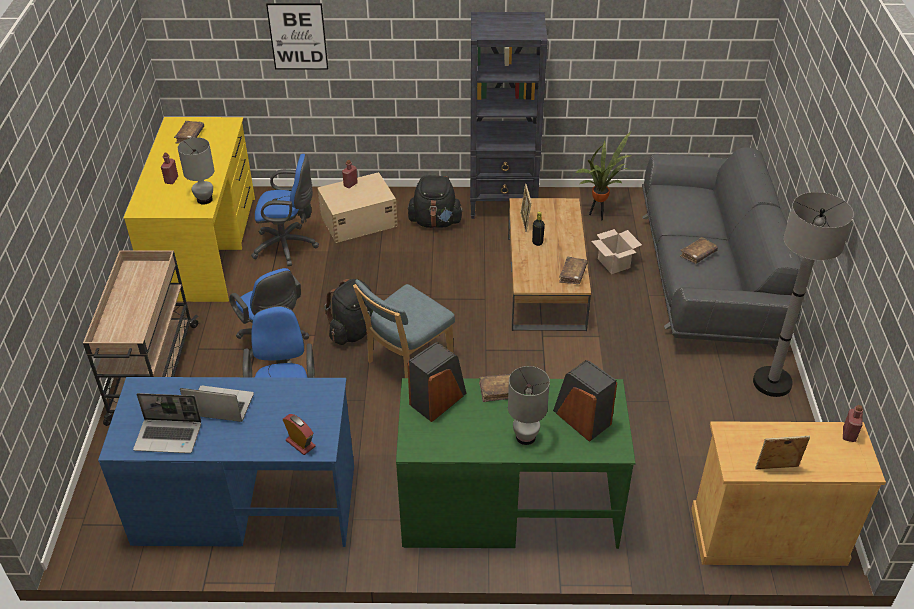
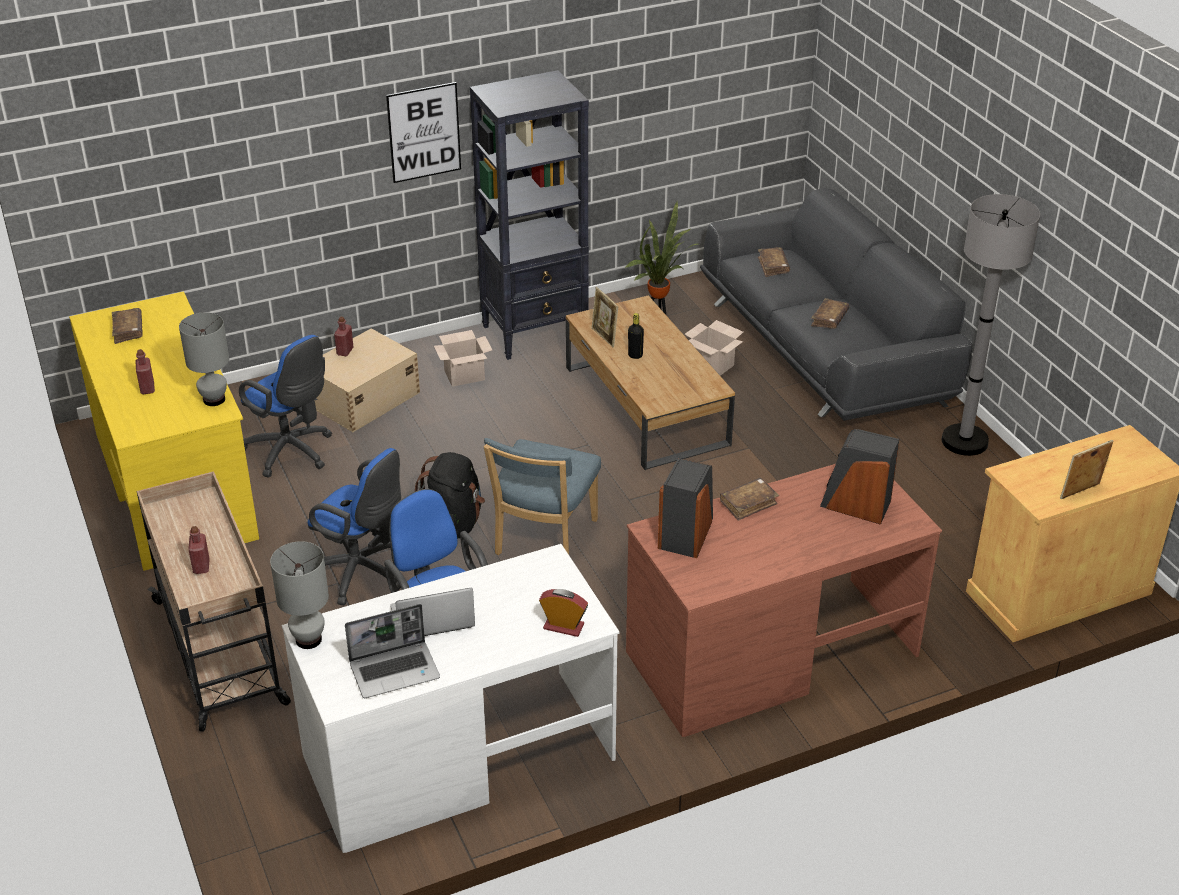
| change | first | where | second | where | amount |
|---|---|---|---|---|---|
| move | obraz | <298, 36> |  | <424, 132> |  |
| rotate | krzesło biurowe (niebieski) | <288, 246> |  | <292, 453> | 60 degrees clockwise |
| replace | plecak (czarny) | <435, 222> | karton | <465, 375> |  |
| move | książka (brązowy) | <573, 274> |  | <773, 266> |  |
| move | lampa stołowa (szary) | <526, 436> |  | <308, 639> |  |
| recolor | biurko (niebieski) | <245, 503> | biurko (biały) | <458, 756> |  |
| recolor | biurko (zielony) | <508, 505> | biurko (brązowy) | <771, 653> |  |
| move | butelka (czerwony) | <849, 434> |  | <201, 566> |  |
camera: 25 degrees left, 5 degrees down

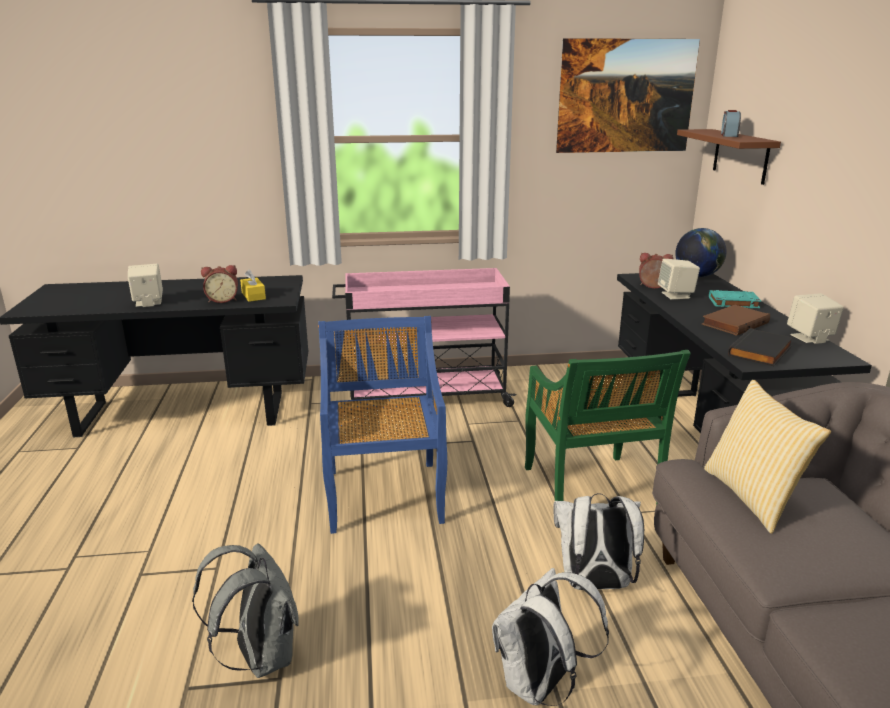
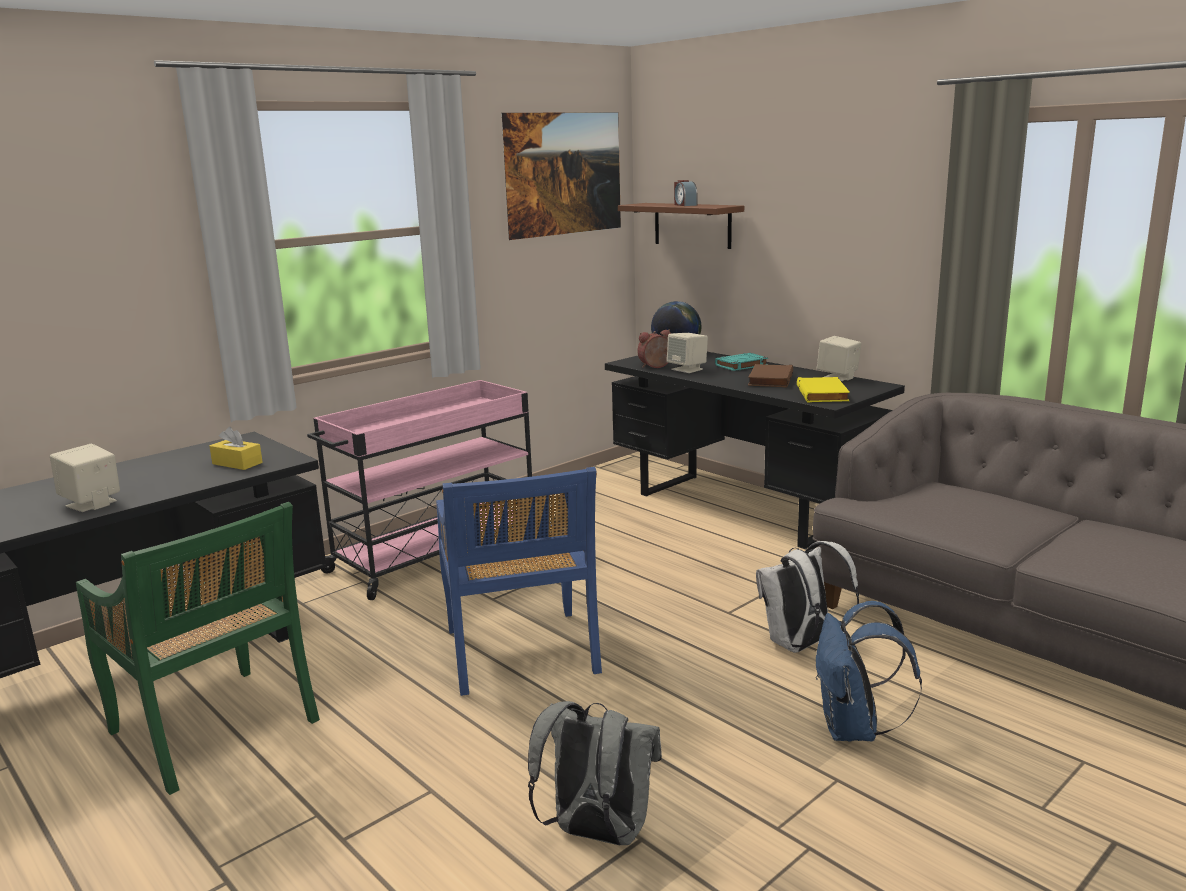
| change | first | where | second | where | amount |
|---|---|---|---|---|---|
| delete | budzik | <222, 300> |  |  |  |
| rotate | krzesło (niebieski) | <384, 494> |  | <521, 653> | 150 degrees counterclockwise |
| recolor | książka (czarny) | <761, 352> | książka (żółty) | <824, 394> |  |
| move | krzesło (zielony) | <591, 491> |  | <215, 729> |  |
| delete | poduszka | <753, 497> |  |  |  |
| recolor | plecak (biały) | <540, 685> | plecak (niebieski) | <854, 730> |  |
camera: 35 degrees left, 5 degrees down

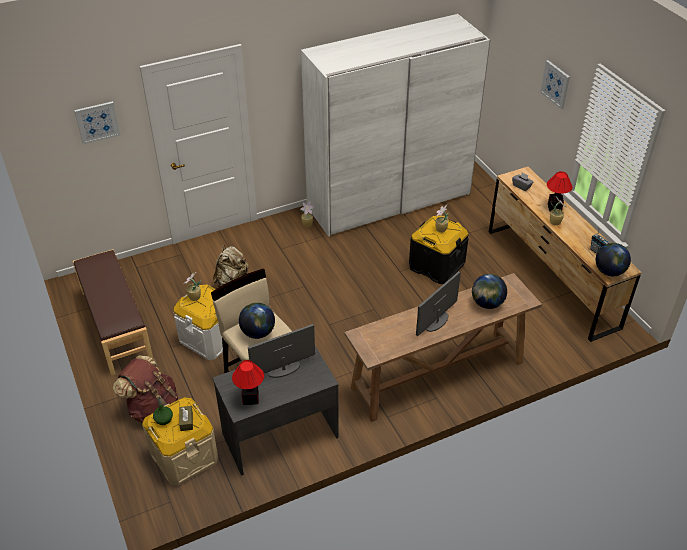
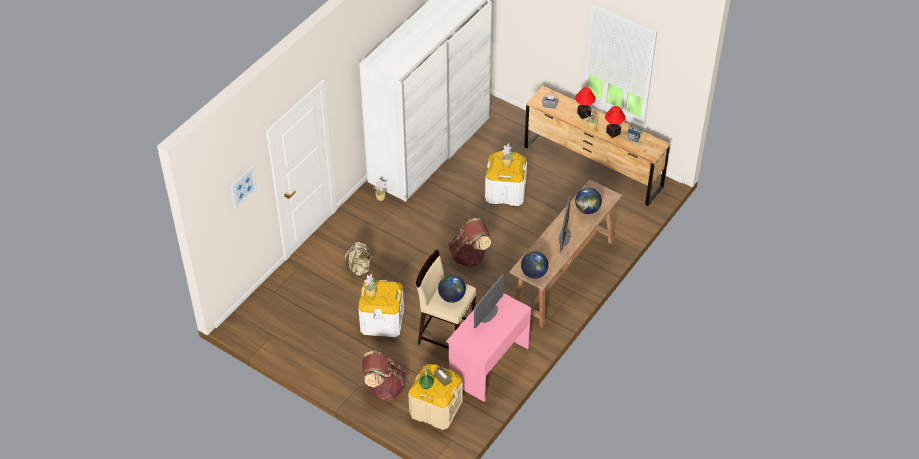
| change | first | where | second | where | amount |
|---|---|---|---|---|---|
| delete | obraz | <555, 84> |  |  |  |
| recolor | pojemnik do przechowywania (czarny) | <436, 266> | pojemnik do przechowywania (biały) | <505, 192> |  |
| move | globus | <609, 271> |  | <534, 273> |  |
| delete | ławka (brązowy) | <115, 326> |  |  |  |
| recolor | biurko (szary) | <279, 435> | biurko (różowy) | <488, 364> |  |
| move | lampa stołowa | <250, 399> |  | <613, 133> |  |
| insert |  |  | plecak (brązowy) | <469, 256> |  |
camera: 30 degrees left, 5 degrees up

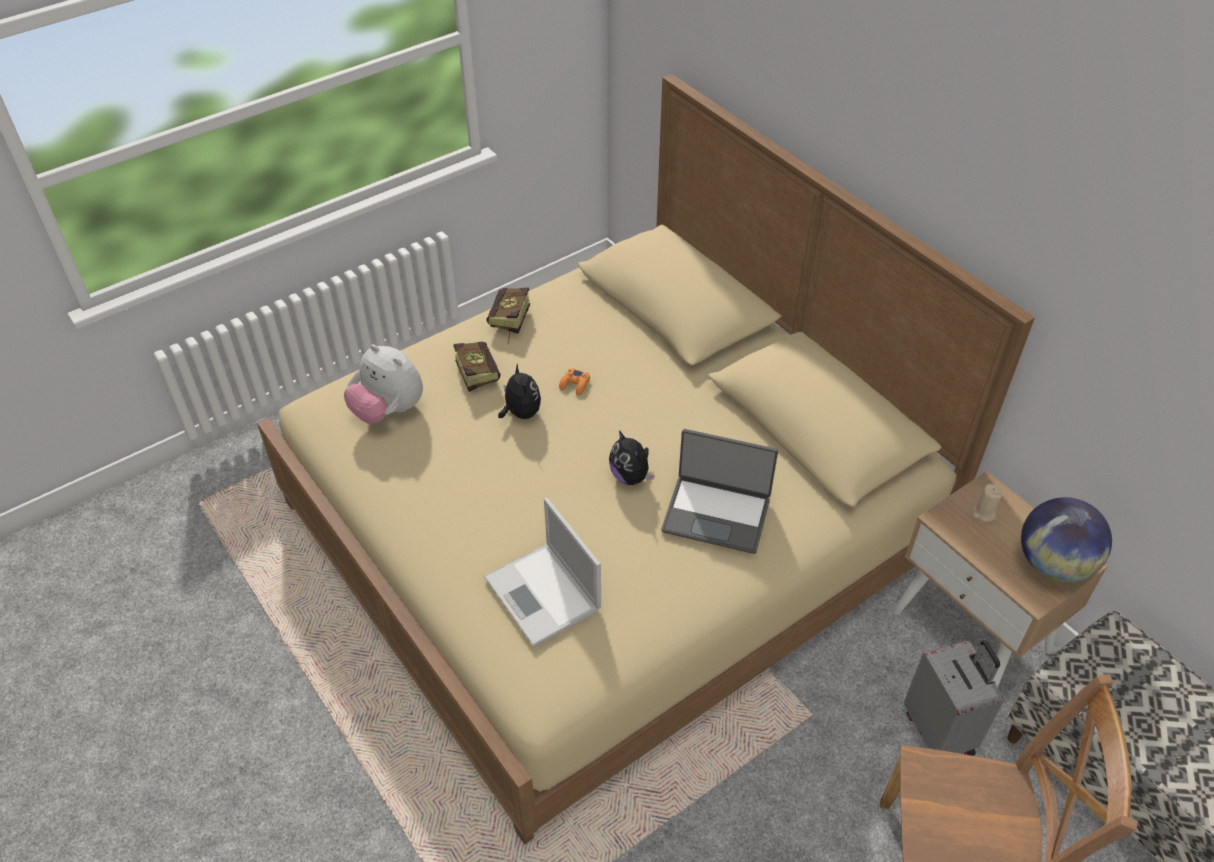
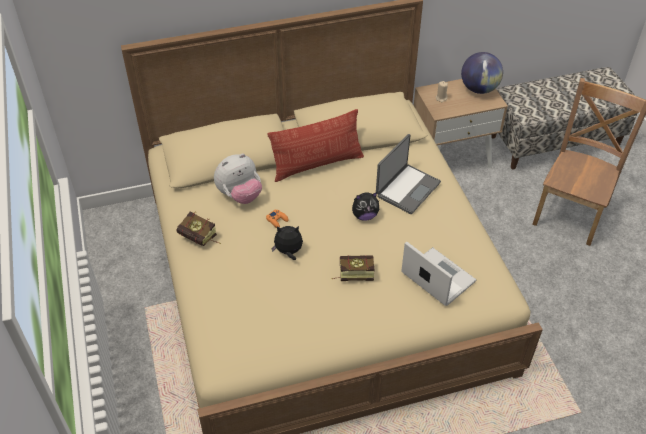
| change | first | where | second | where | amount |
|---|---|---|---|---|---|
| move | książka | <476, 372> |  | <352, 274> |  |
| move | pluszak | <388, 411> |  | <240, 195> |  |
| rotate | laptop | <544, 595> |  | <437, 276> | 120 degrees counterclockwise |
| delete | walizka (szary) | <940, 732> |  |  |  |
| insert |  |  | poduszka | <317, 164> |  |
camera: 70 degrees left, 0 degrees up

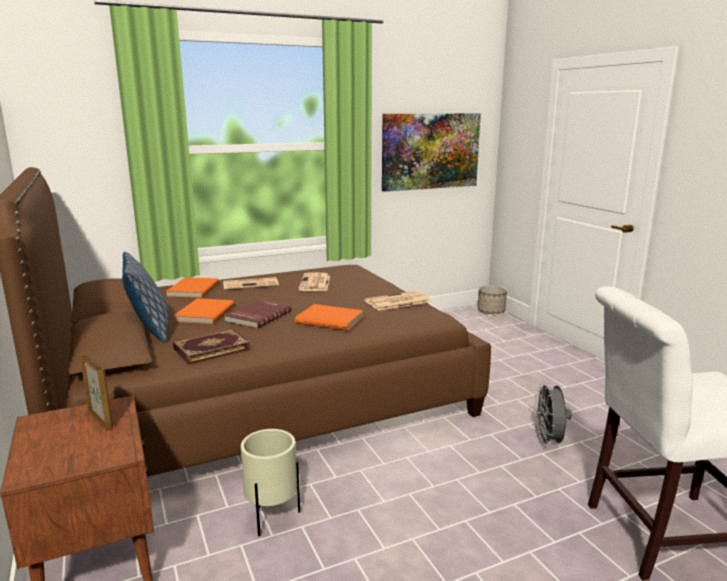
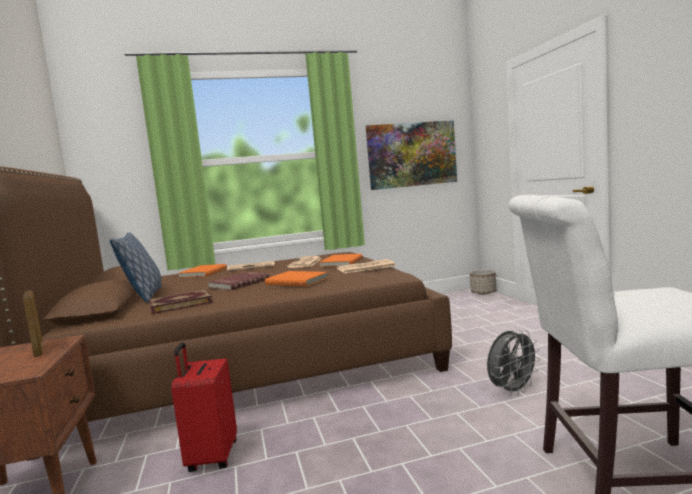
| change | first | where | second | where | amount |
|---|---|---|---|---|---|
| move | książka (pomarańczowy) | <203, 313> |  | <340, 262> |  |
| rotate | wentylator (szary) | <548, 441> |  | <512, 391> | 135 degrees counterclockwise |
| replace | donica (beżowy) | <272, 517> | walizka (czerwony) | <211, 457> |  |
camera: 10 degrees right, 10 degrees down

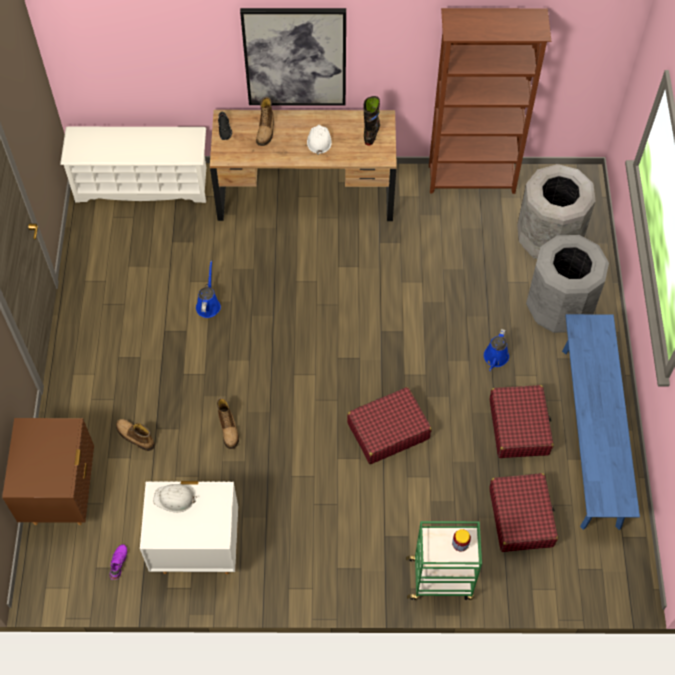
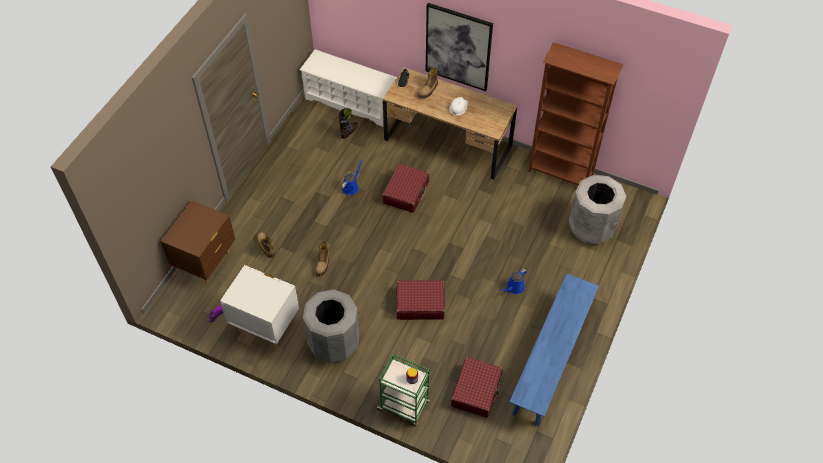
| change | first | where | second | where | amount |
|---|---|---|---|---|---|
| move | but z cholewką (czarny) | <371, 132> |  | <349, 132> |  |
| move | kosz na śmieci (szary) | <559, 309> |  | <334, 343> |  |
| move | walizka (czerwony) | <519, 426> |  | <406, 192> |  |
| delete | kask (biały) | <174, 499> |  |  |  |
camera: 25 degrees right, 5 degrees down

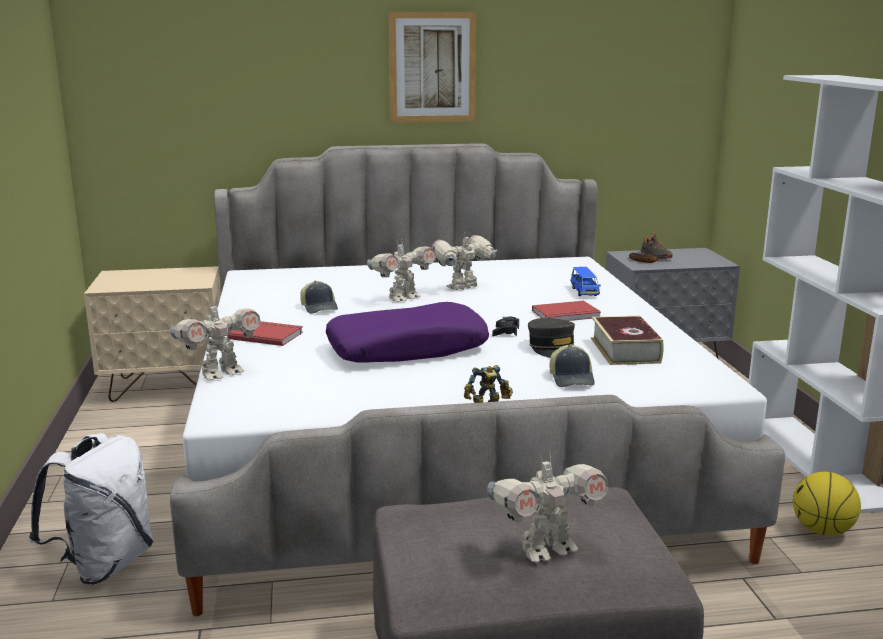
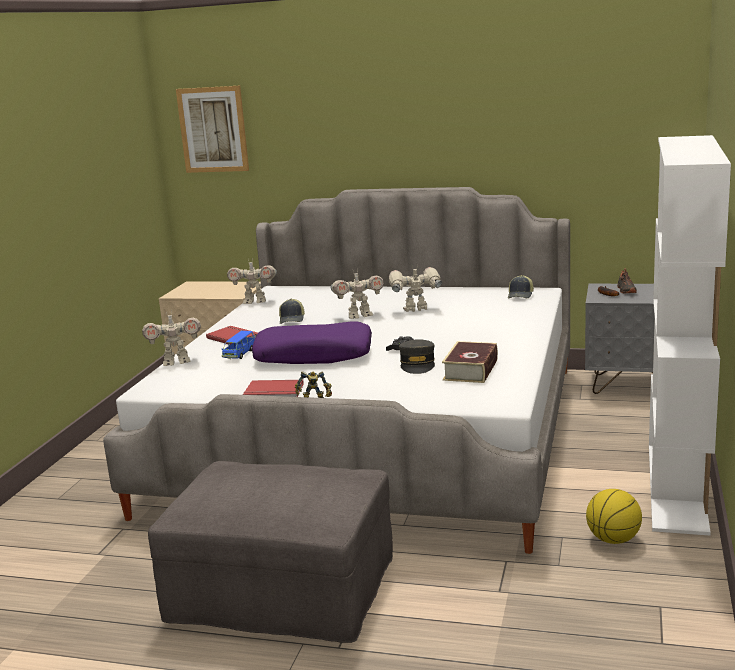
| change | first | where | second | where | amount |
|---|---|---|---|---|---|
| move | obraz | <432, 67> |  | <213, 129> |  |
| move | samochodzik (niebieski) | <584, 292> |  | <239, 354> |  |
| move | książka (czerwony) | <567, 315> |  | <273, 393> |  |
| move | czapka z daszkiem | <572, 379> |  | <521, 295> |  |
| delete | plecak (biały) | <104, 564> |  |  |  |
| move | robot zabawkowy | <546, 549> |  | <255, 302> |  |
camera: 25 degrees right, 0 degrees up

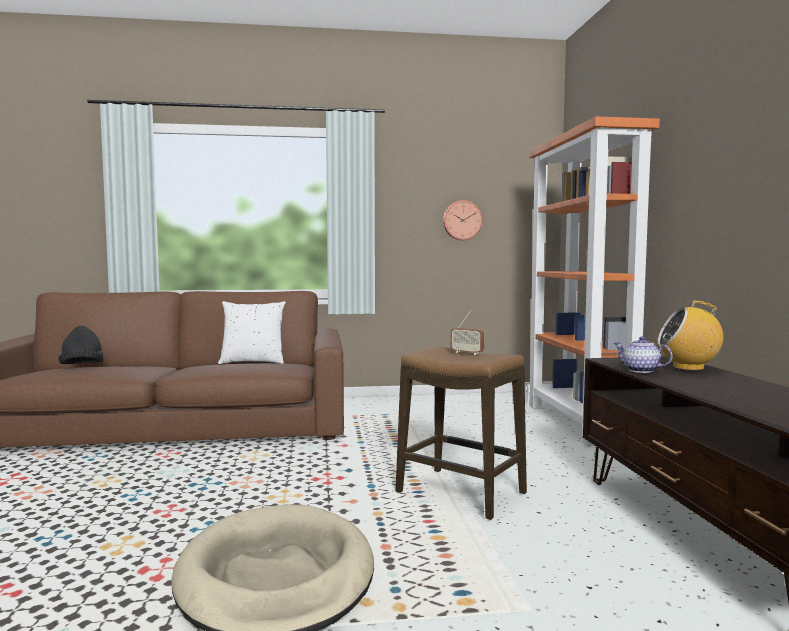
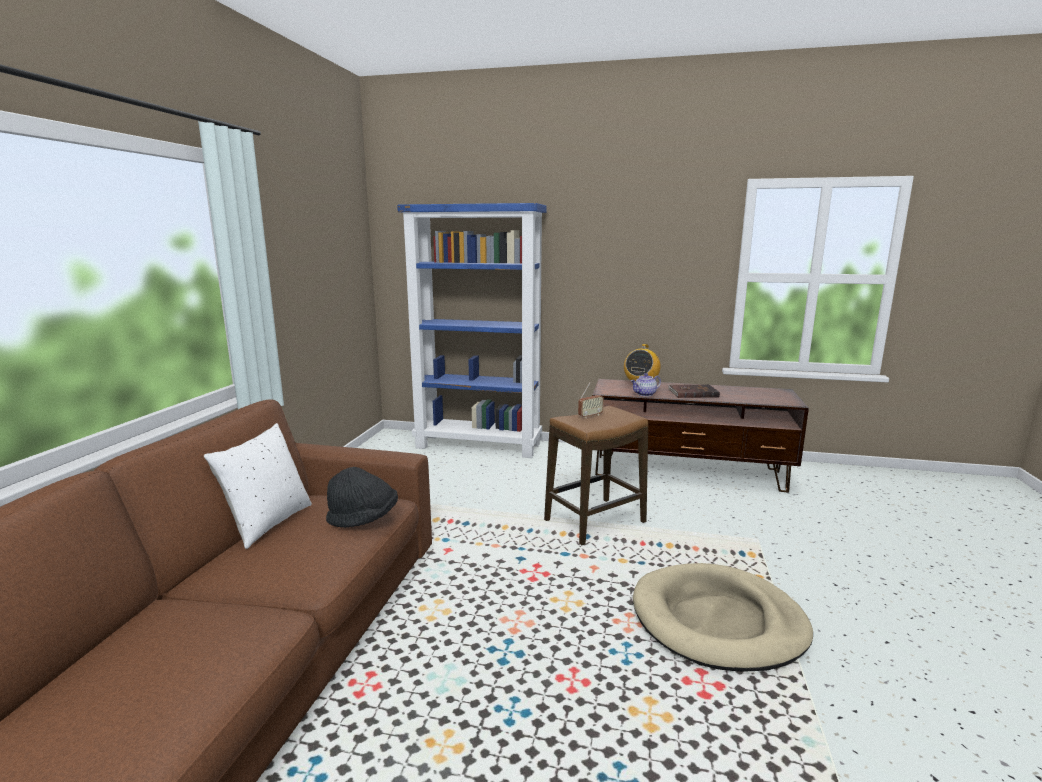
| change | first | where | second | where | amount |
|---|---|---|---|---|---|
| recolor | regał (pomarańczowy) | <579, 423> | regał (niebieski) | <479, 445> |  |
| delete | zegar ścienny | <462, 220> |  |  |  |
| move | kapelusz (czarny) | <82, 367> |  | <364, 519> |  |
| insert |  |  | książka (brązowy) | <692, 393> |  |
camera: 70 degrees left, 10 degrees up

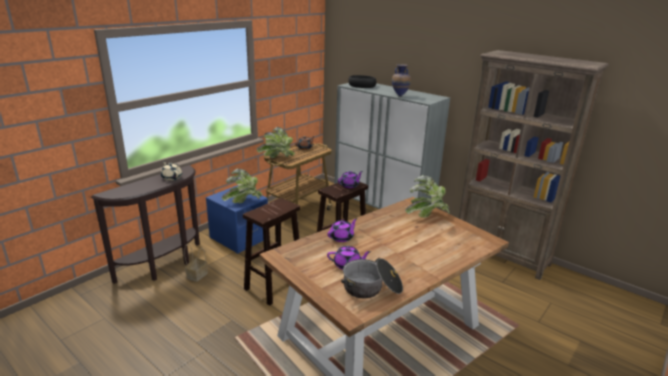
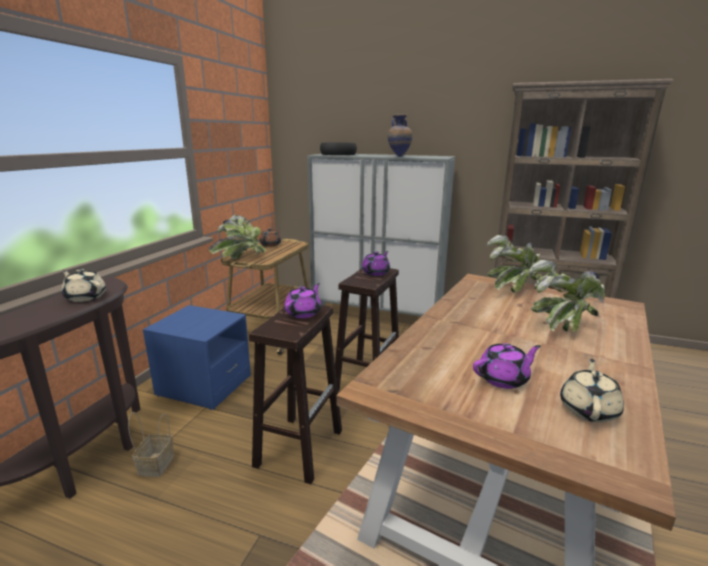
| change | first | where | second | where | amount |
|---|---|---|---|---|---|
| move | roślina doniczkowa | <243, 201> |  | <560, 326> |  |
| move | imbryk (fioletowy) | <342, 237> |  | <303, 313> |  |
| replace | garnek | <371, 288> | imbryk (beżowy) | <588, 409> |  |
camera: 20 degrees left, 5 degrees down

